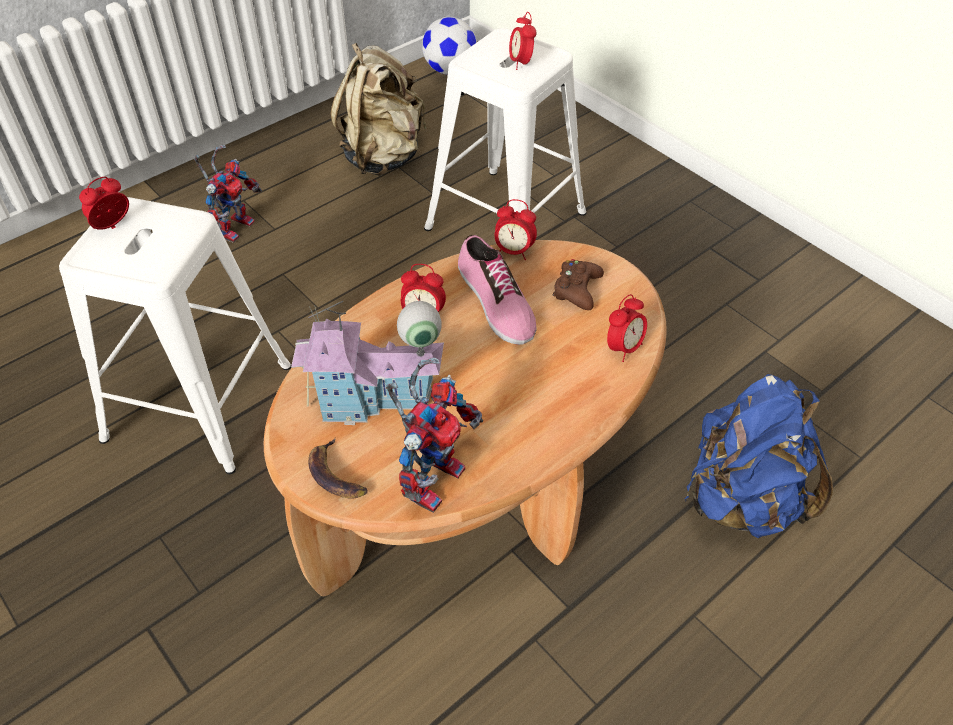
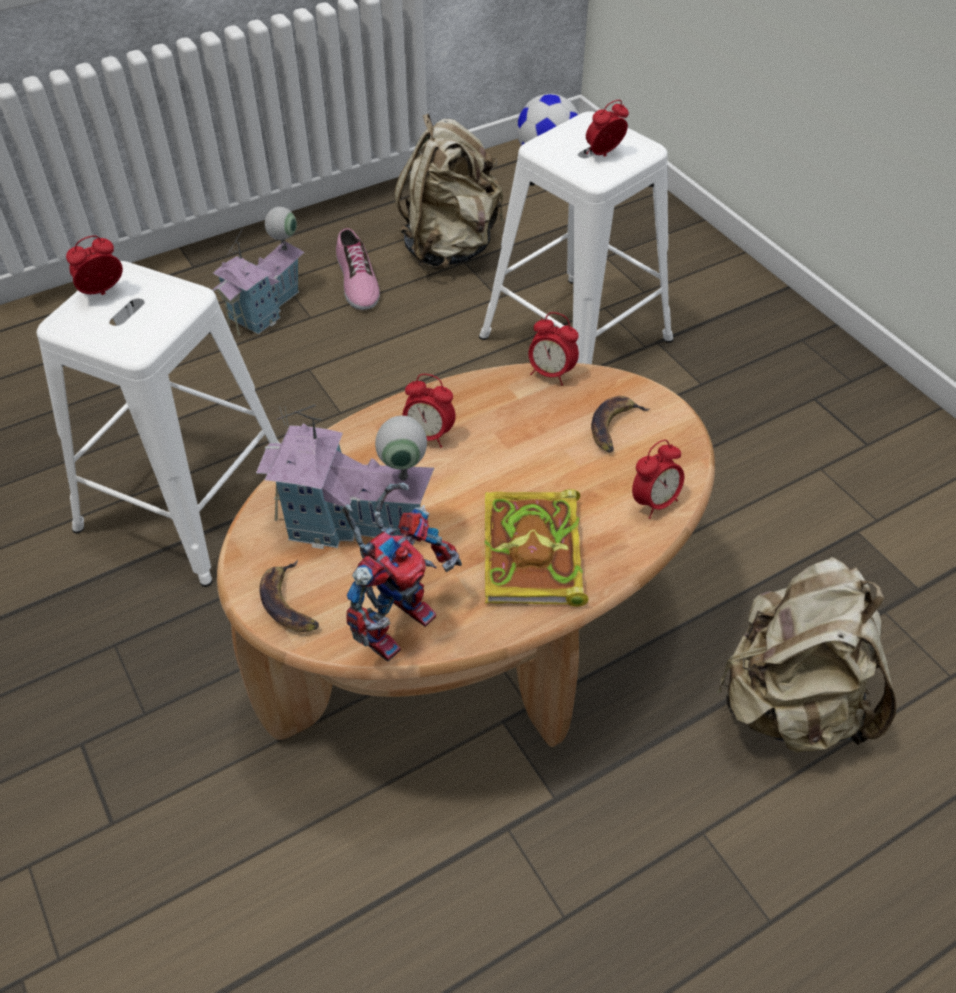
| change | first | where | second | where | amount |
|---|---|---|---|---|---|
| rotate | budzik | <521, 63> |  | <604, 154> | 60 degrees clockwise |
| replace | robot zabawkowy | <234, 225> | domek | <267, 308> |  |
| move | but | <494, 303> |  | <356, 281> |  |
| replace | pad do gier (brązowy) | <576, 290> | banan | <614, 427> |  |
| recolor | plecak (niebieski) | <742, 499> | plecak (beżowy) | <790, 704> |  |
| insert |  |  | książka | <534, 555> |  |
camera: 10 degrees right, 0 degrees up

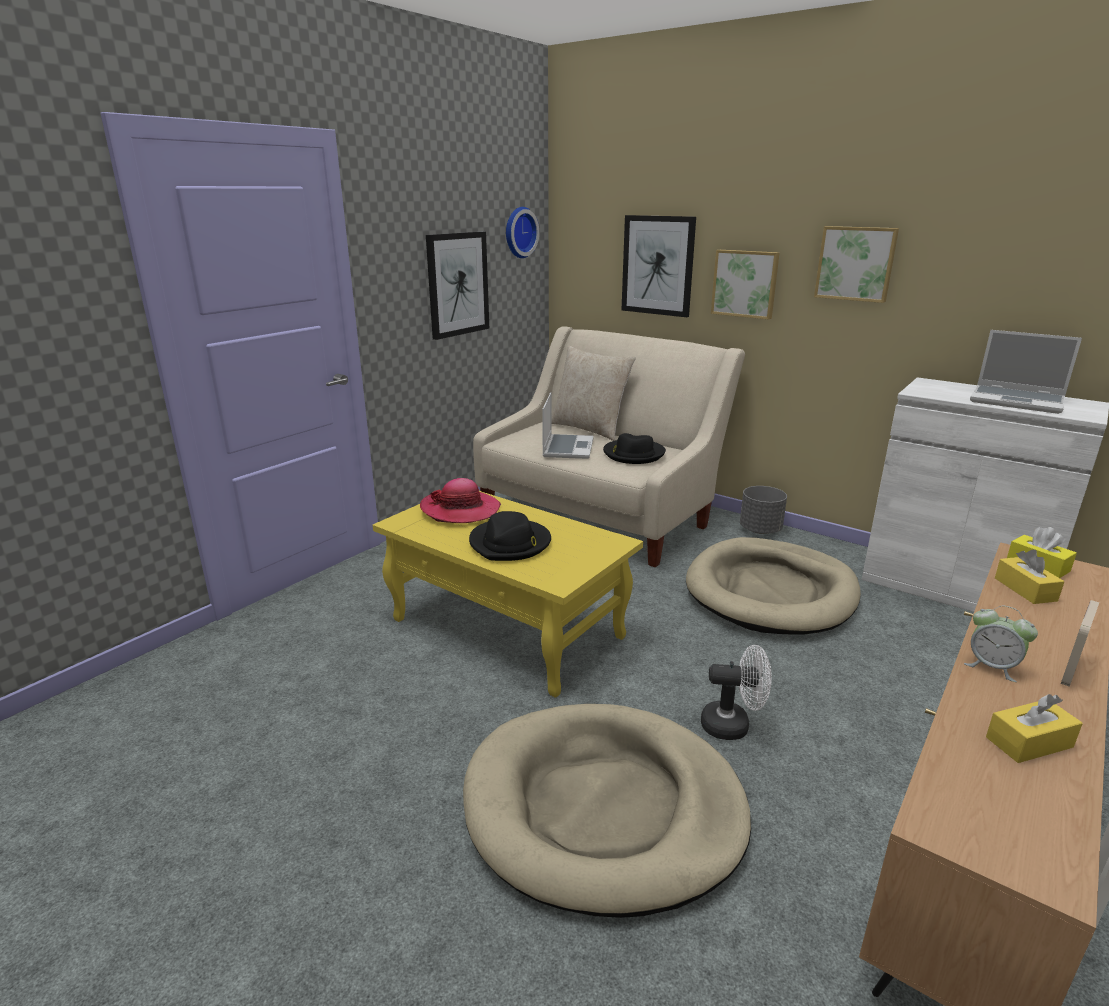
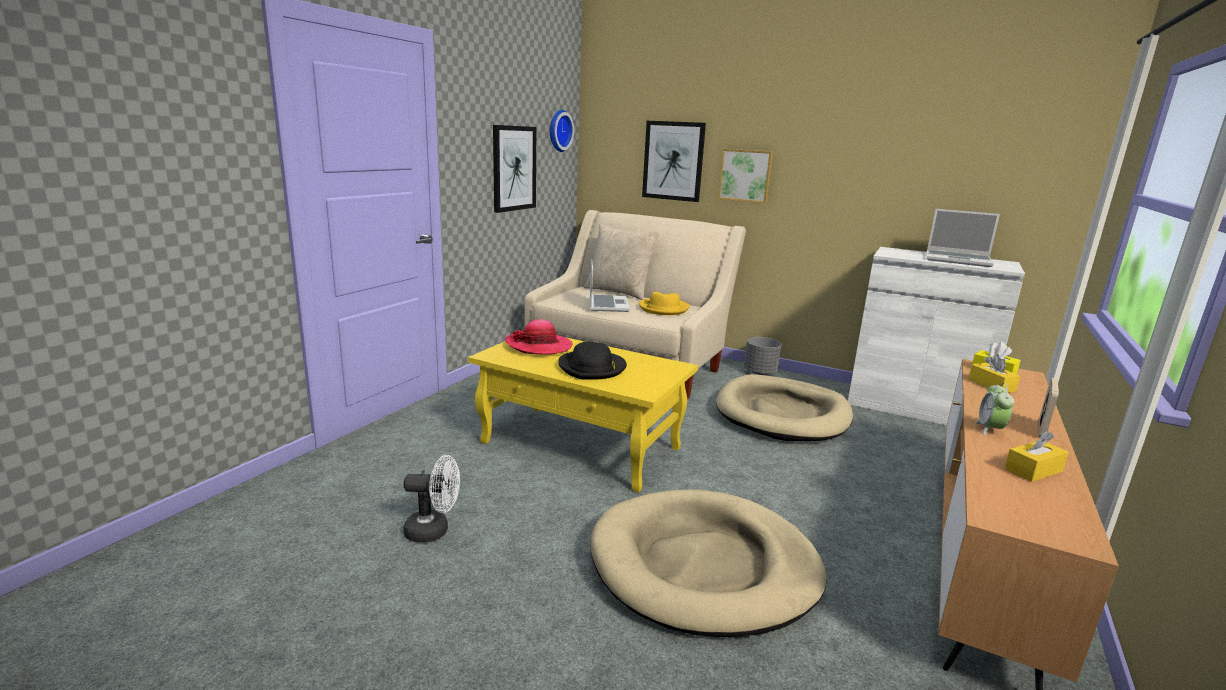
| change | first | where | second | where | amount |
|---|---|---|---|---|---|
| delete | obraz | <855, 263> |  |  |  |
| recolor | kapelusz (czarny) | <633, 454> | kapelusz (żółty) | <663, 309> |  |
| rotate | budzik | <992, 667> |  | <990, 429> | 75 degrees clockwise |
| move | wentylator (biały) | <733, 725> |  | <434, 530> |  |
camera: 10 degrees left, 5 degrees down

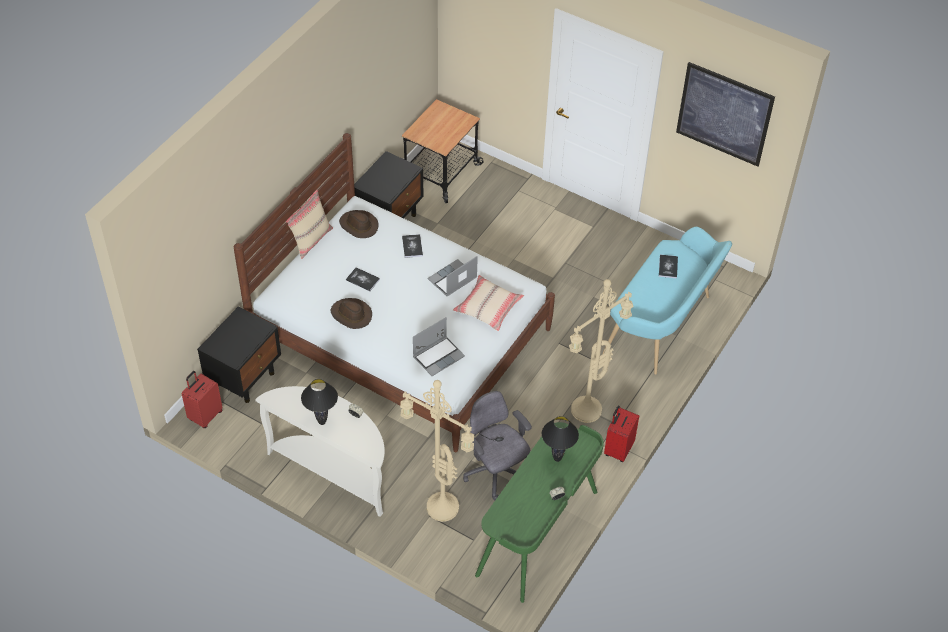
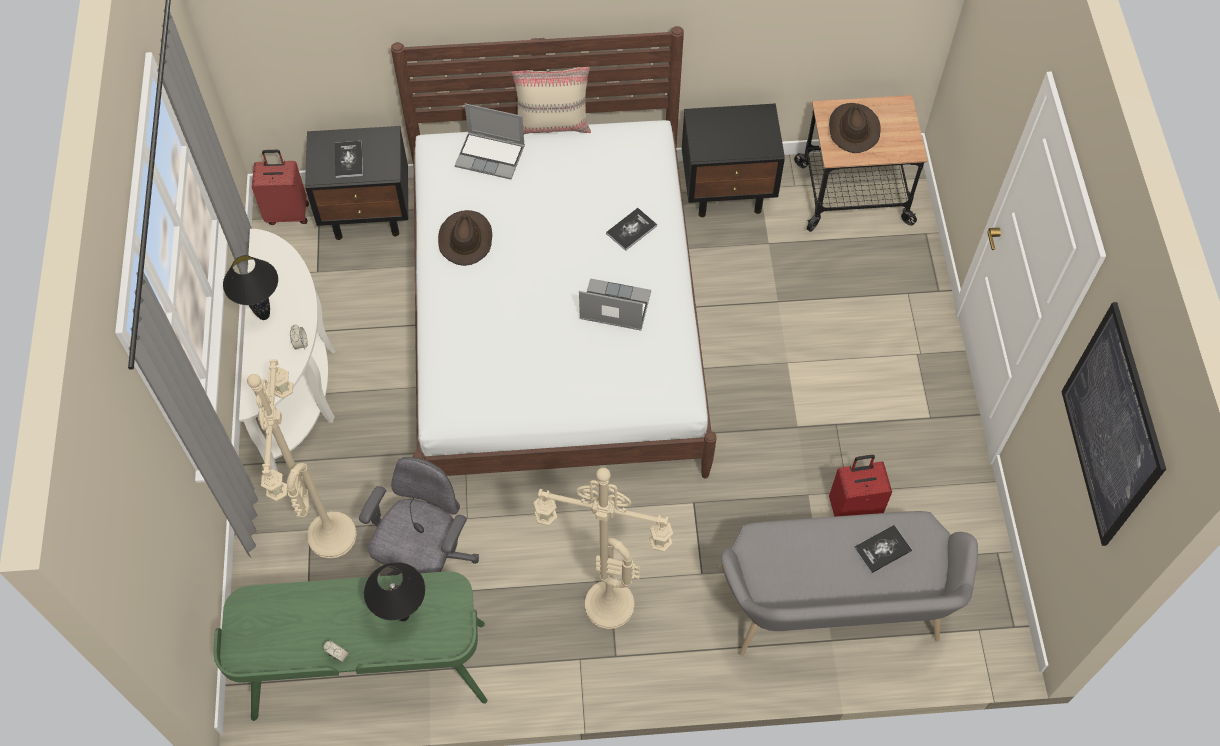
| change | first | where | second | where | amount |
|---|---|---|---|---|---|
| move | kapelusz (brązowy) | <358, 225> |  | <853, 129> |  |
| recolor | ławka (turkusowy) | <663, 326> | ławka (szary) | <832, 612> |  |
| move | książka | <362, 280> |  | <348, 160> |  |
| delete | poduszka (beżowy) | <488, 308> |  |  |  |
| move | laptop | <438, 356> |  | <491, 156> |  |
| move | walizka (czerwony) | <618, 449> |  | <853, 510> |  |
camera: 55 degrees right, 10 degrees up

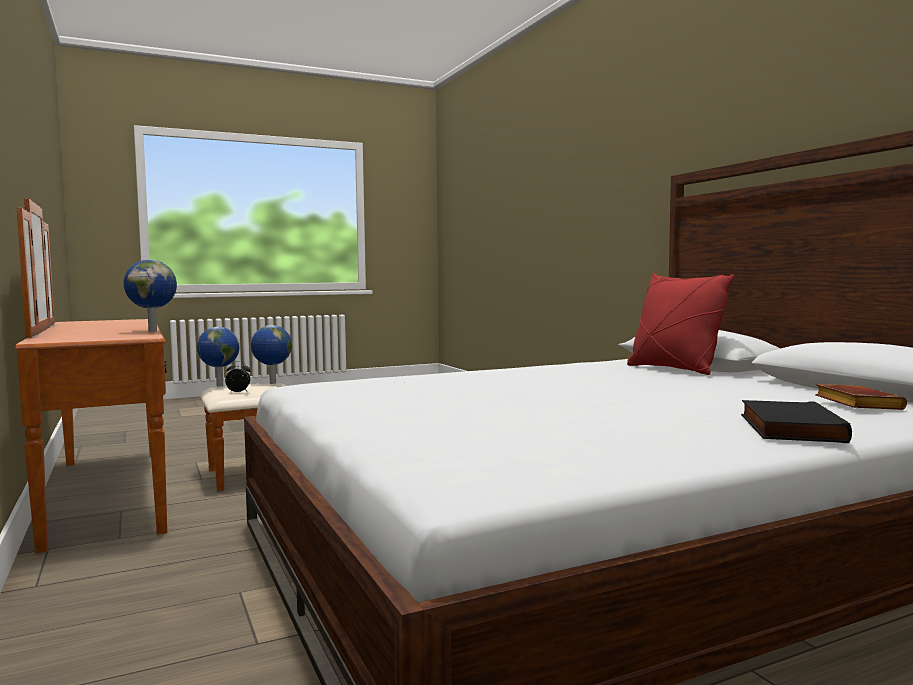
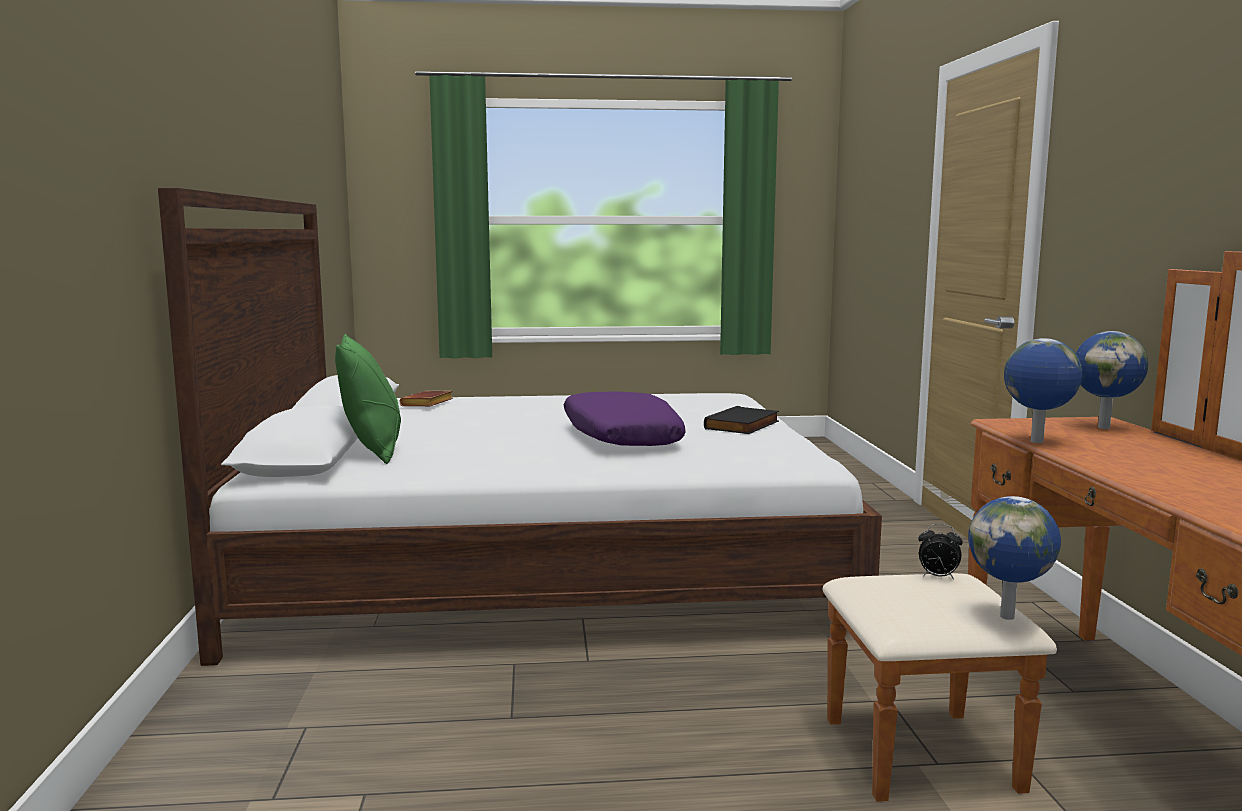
| change | first | where | second | where | amount |
|---|---|---|---|---|---|
| recolor | poduszka (czerwony) | <674, 369> | poduszka (zielony) | <372, 451> |  |
| move | globus | <272, 383> |  | <1104, 427> |  |
| move | książka (czarny) | <787, 428> |  | <743, 425> |  |
| insert |  |  | poduszka (fioletowy) | <620, 437> |  |
camera: 160 degrees left, 5 degrees up

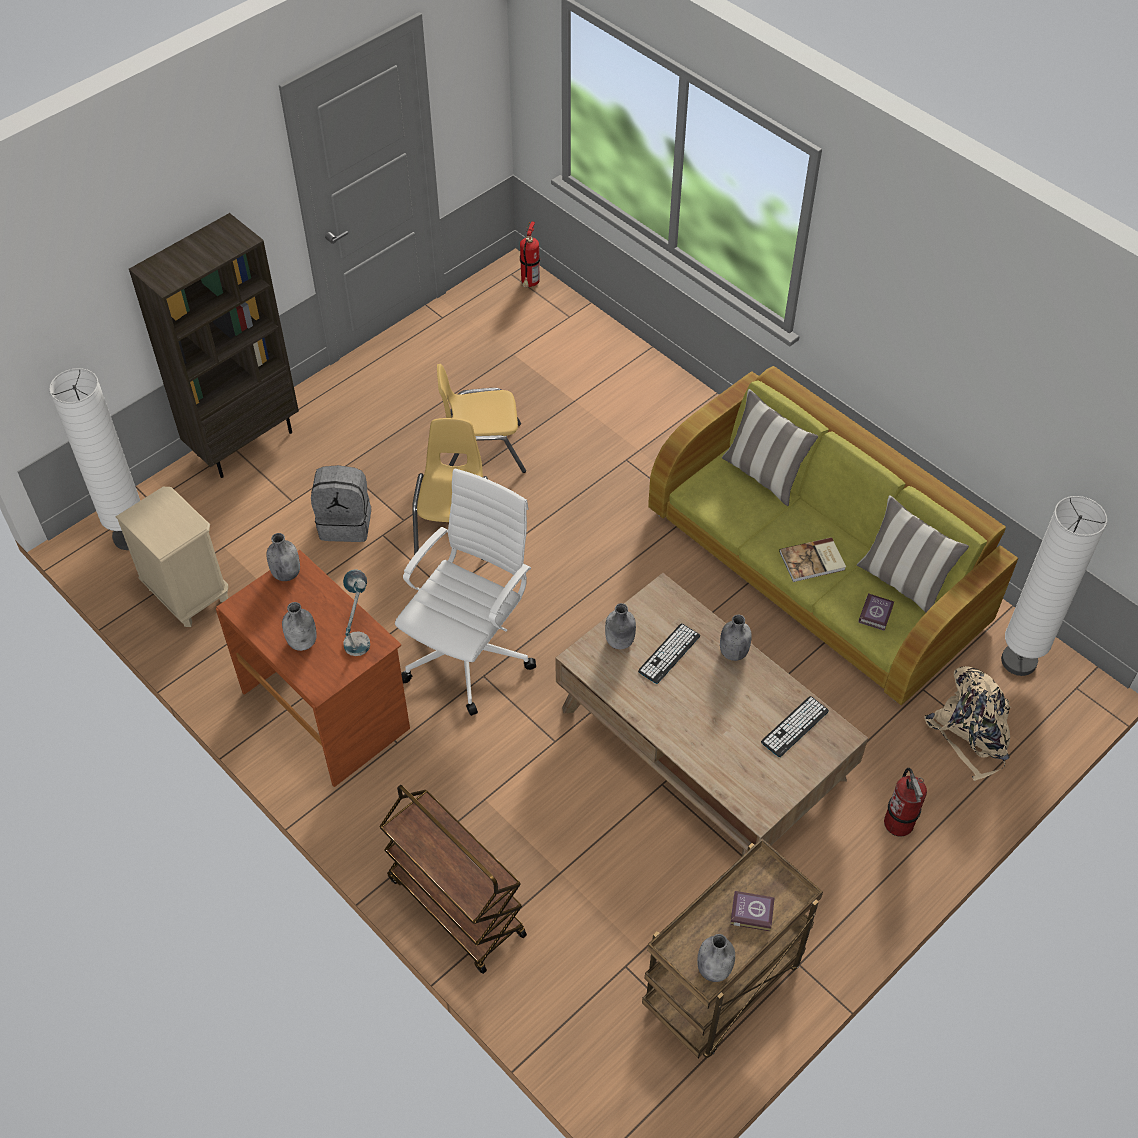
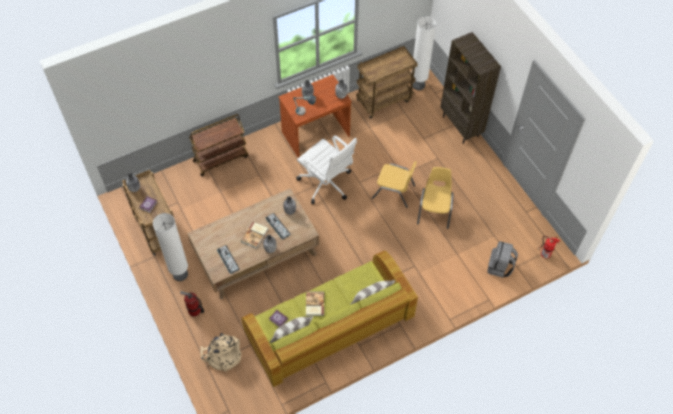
| change | first | where | second | where | amount |
|---|---|---|---|---|---|
| move | plecak (szary) | <346, 523> |  | <500, 267> |  |
| replace | szafka nocna (beżowy) | <188, 594> | wózek (brązowy) | <384, 100> |  |
| move | lampa stojąca (biały) | <1019, 661> |  | <180, 274> |  |
| insert |  |  | książka | <255, 235> |  |
camera: 105 degrees right, 5 degrees up

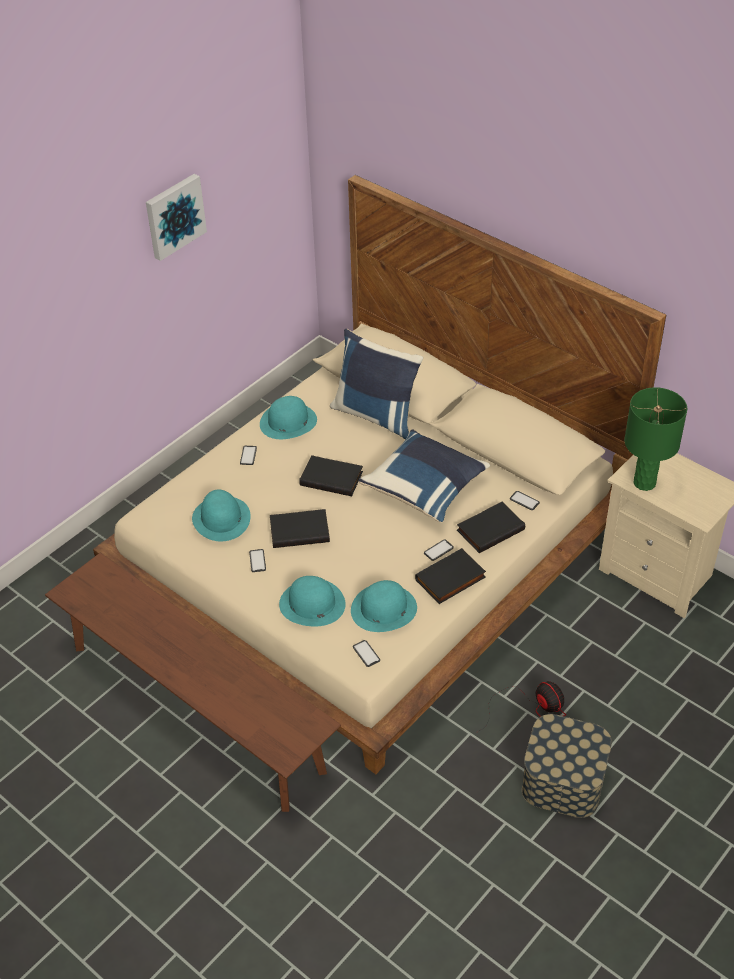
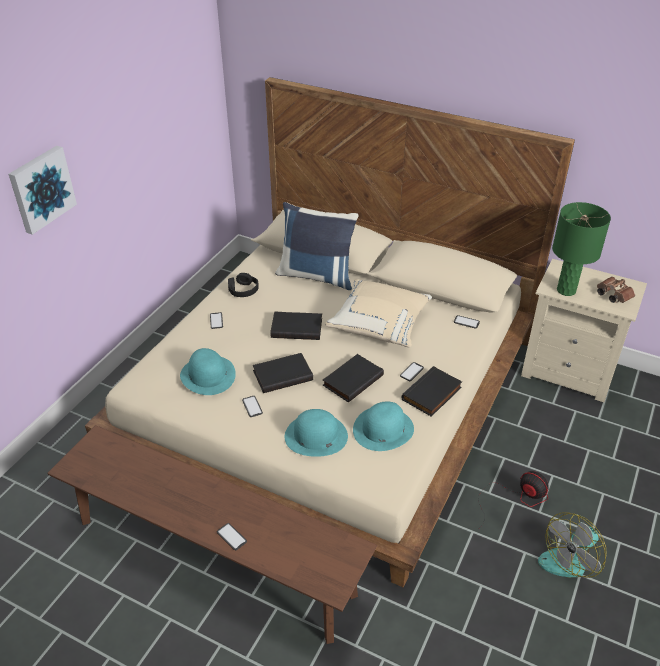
| change | first | where | second | where | amount |
|---|---|---|---|---|---|
| move | obraz | <174, 216> |  | <41, 189> |  |
| replace | kapelusz (turkusowy) | <288, 422> | słuchawki (czarny) | <243, 290> |  |
| recolor | poduszka (niebieski) | <425, 488> | poduszka (beżowy) | <380, 325> |  |
| move | książka (czarny) | <490, 529> |  | <352, 379> |  |
| move | telefon | <366, 654> |  | <231, 537> |  |
| replace | pojemnik do przechowywania | <563, 780> | wentylator | <570, 557> |  |
| insert |  |  | lornetka (brązowy) | <612, 295> |  |
camera: 15 degrees left, 5 degrees down

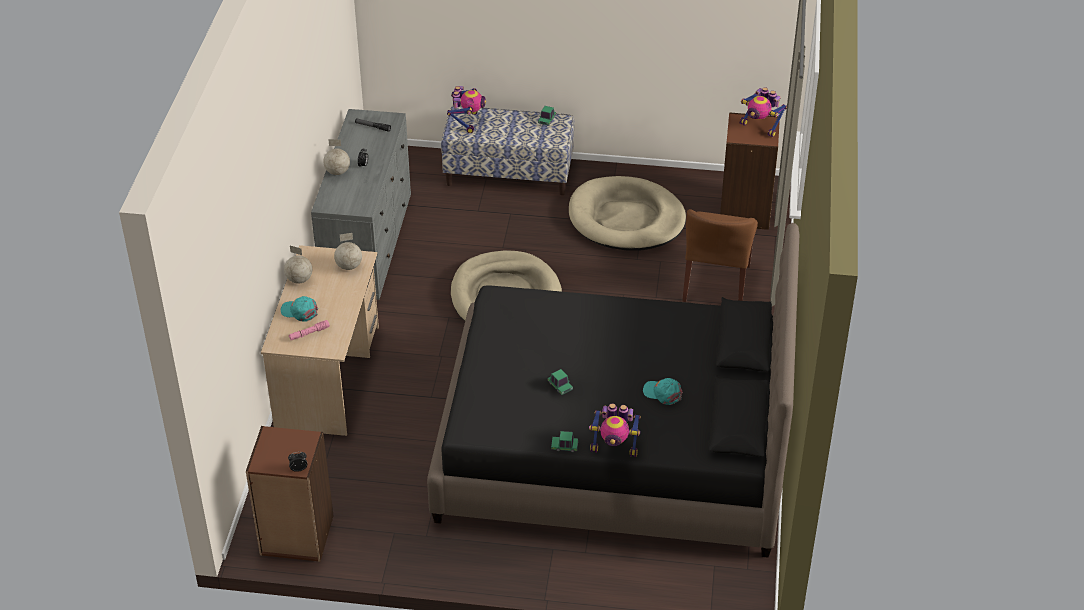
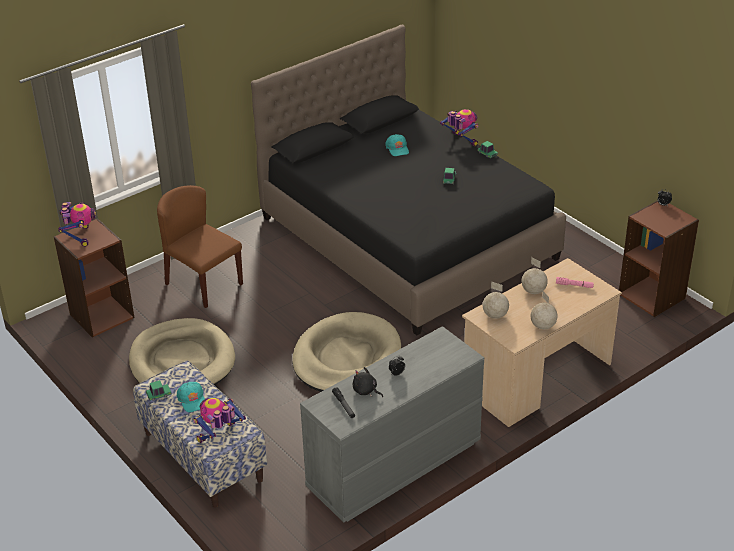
| change | first | where | second | where | amount |
|---|---|---|---|---|---|
| move | globus | <337, 172> |  | <533, 291> |  |
| rotate | krzesło (brązowy) | <717, 284> |  | <203, 284> | 105 degrees counterclockwise |
| move | czapka z daszkiem (turkusowy) | <300, 311> |  | <192, 400> |  |
| insert |  |  | pluszak (czarny) | <366, 391> |  |
camera: 135 degrees left, 5 degrees down

